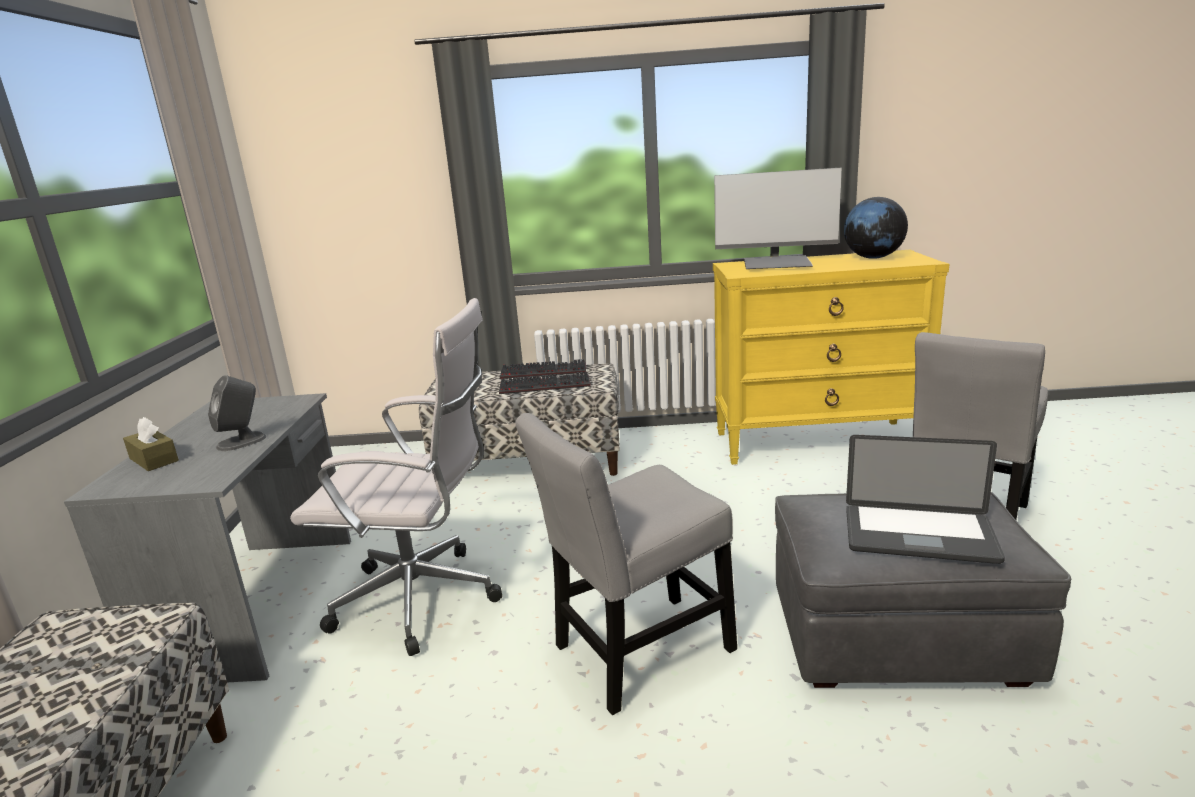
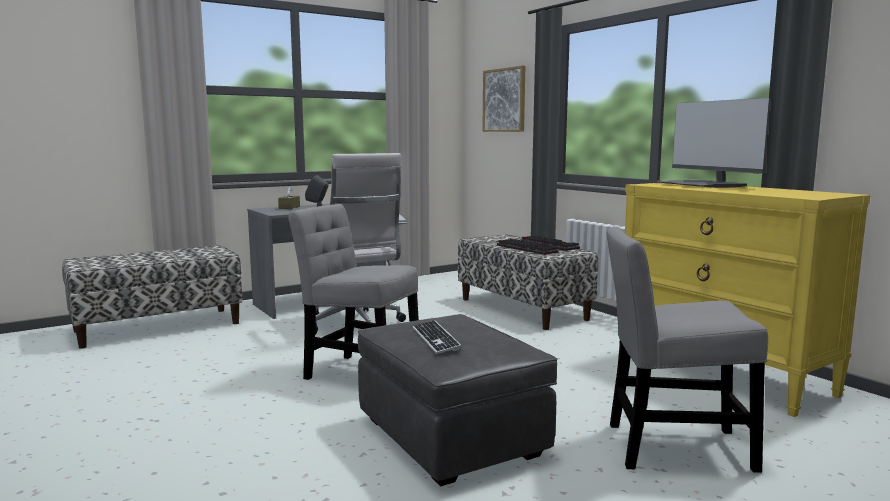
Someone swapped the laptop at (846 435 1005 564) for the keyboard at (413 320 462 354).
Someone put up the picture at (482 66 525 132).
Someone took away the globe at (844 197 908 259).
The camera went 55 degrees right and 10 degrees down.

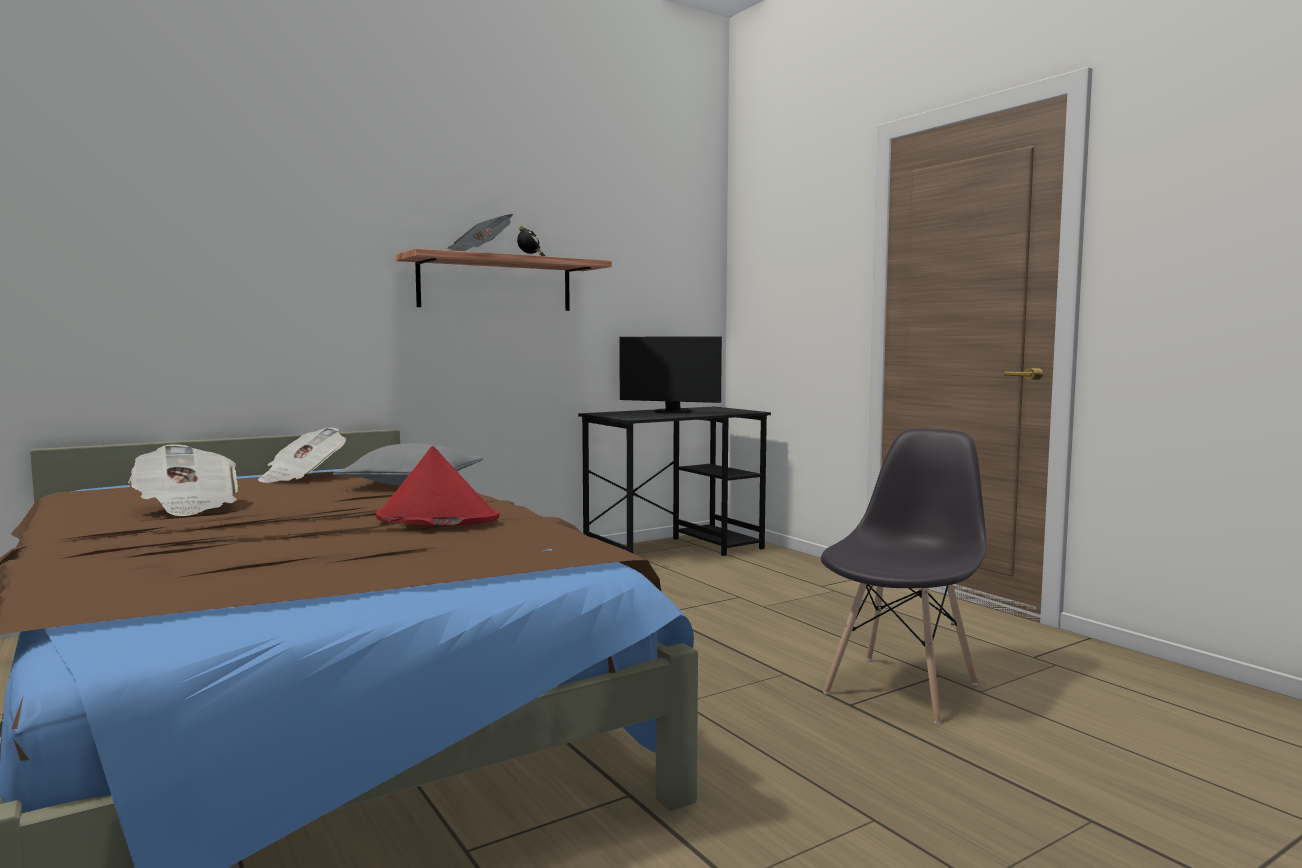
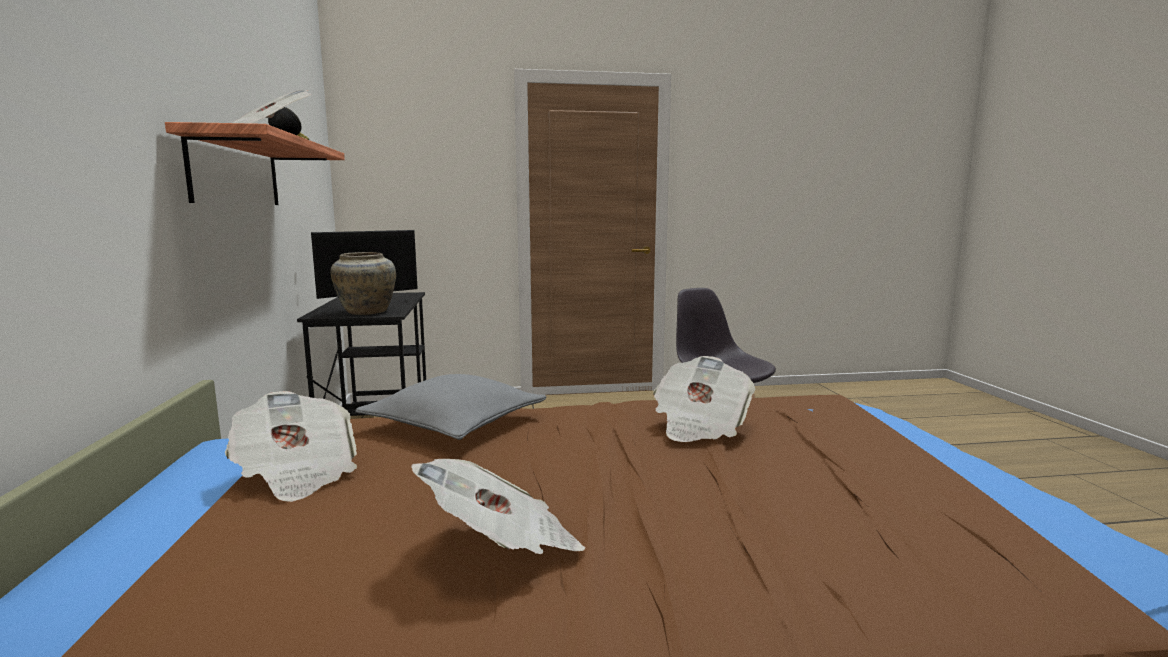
Someone put down the vase/beige at (330 252 396 315).
Someone swapped the hat/red at (376 446 500 526) for the newspaper at (653 356 756 442).
The camera went 65 degrees left and 5 degrees up.

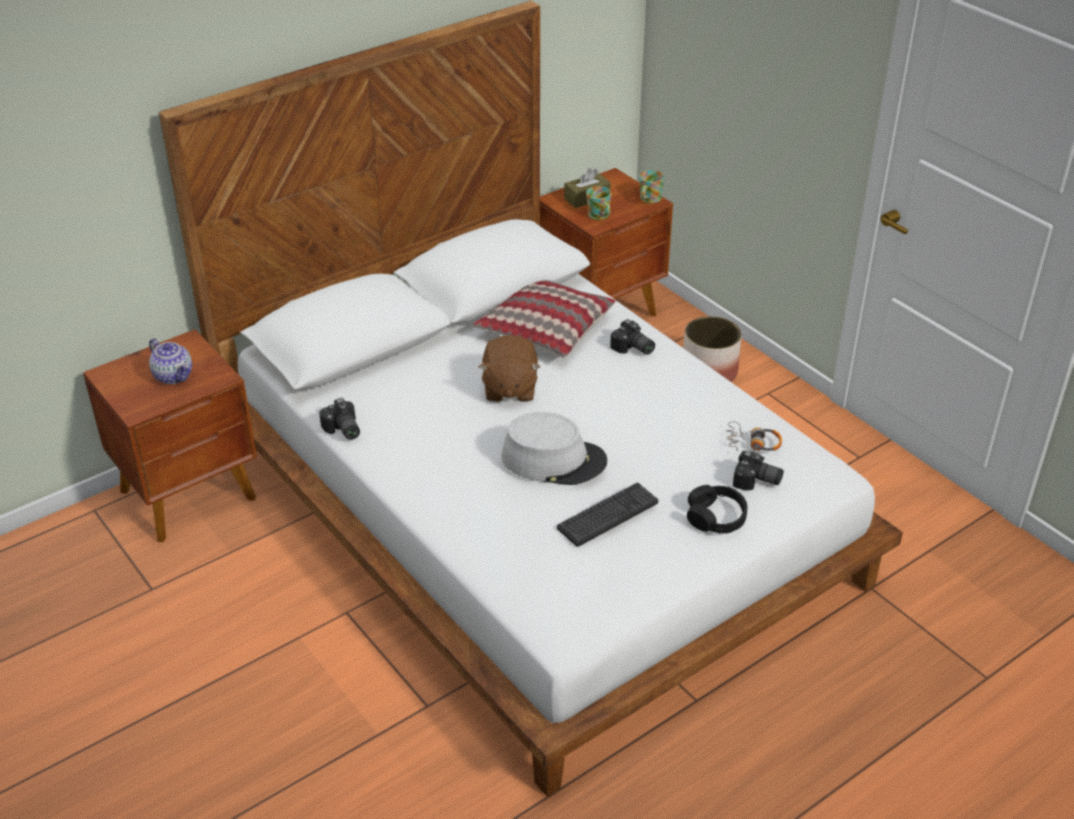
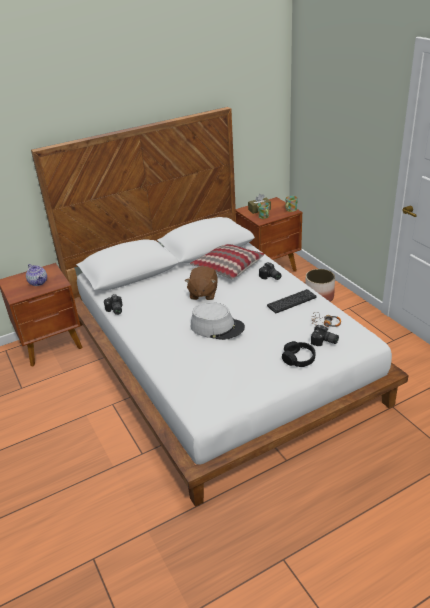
Someone carried the keyboard from (557 483 658 547) to (267 289 317 313).
The camera went 10 degrees right and 5 degrees down.

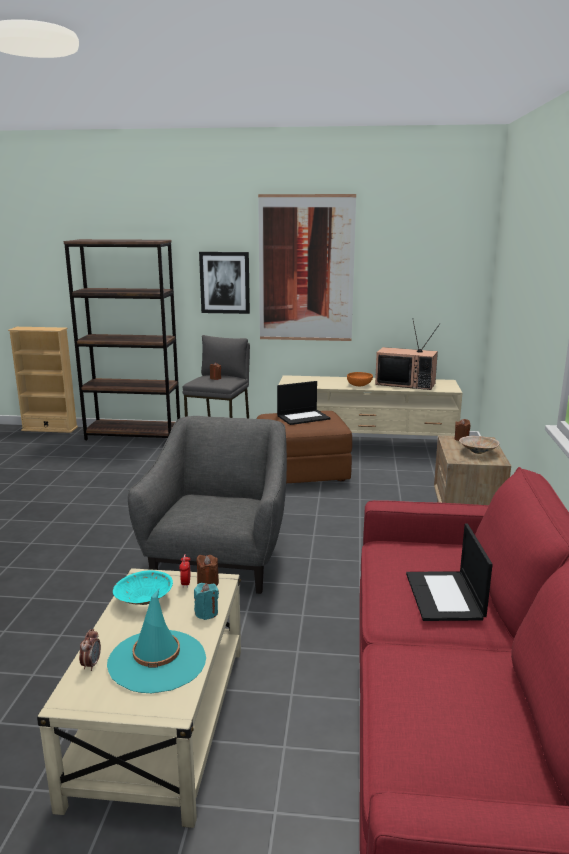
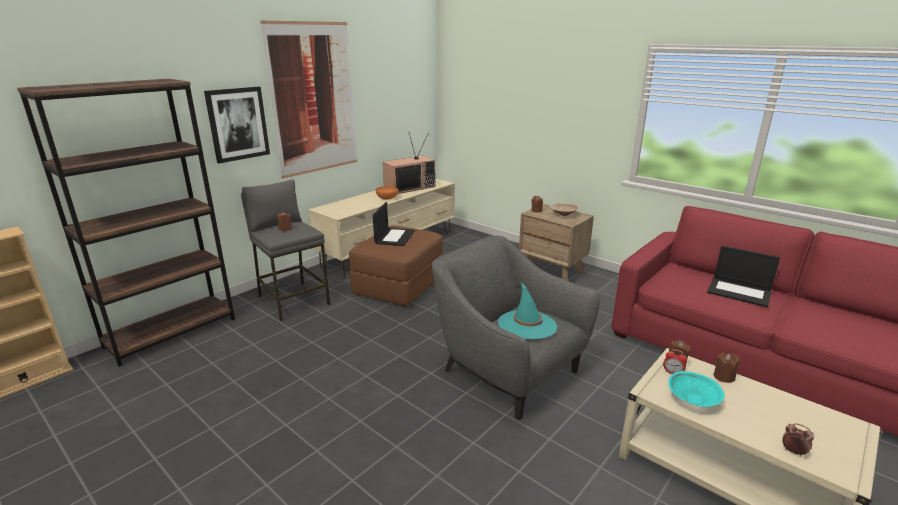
Someone carried the hat/turquoise from (107 589 206 693) to (498 283 557 340).
Someone repainted the candle/turquoise at (194 583 219 620), which became the candle/brown at (714 353 739 383).
The camera went 55 degrees left and 5 degrees up.

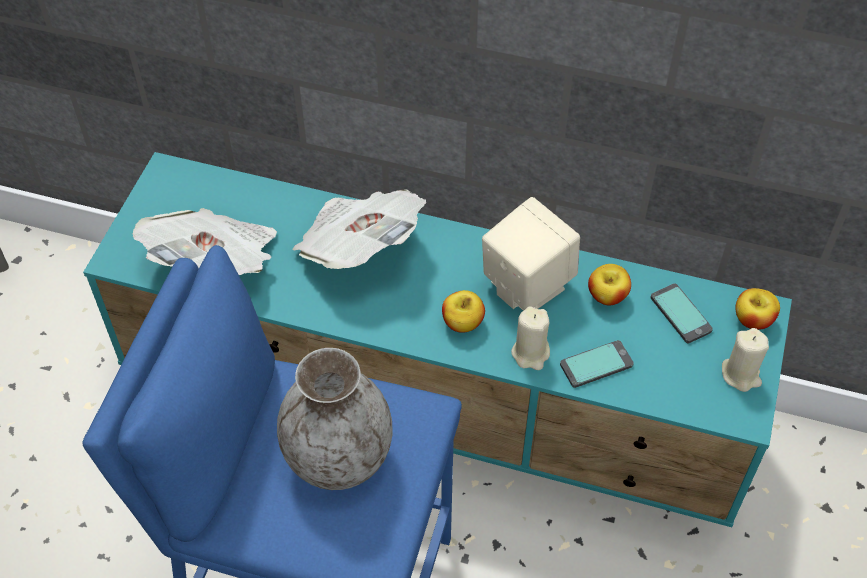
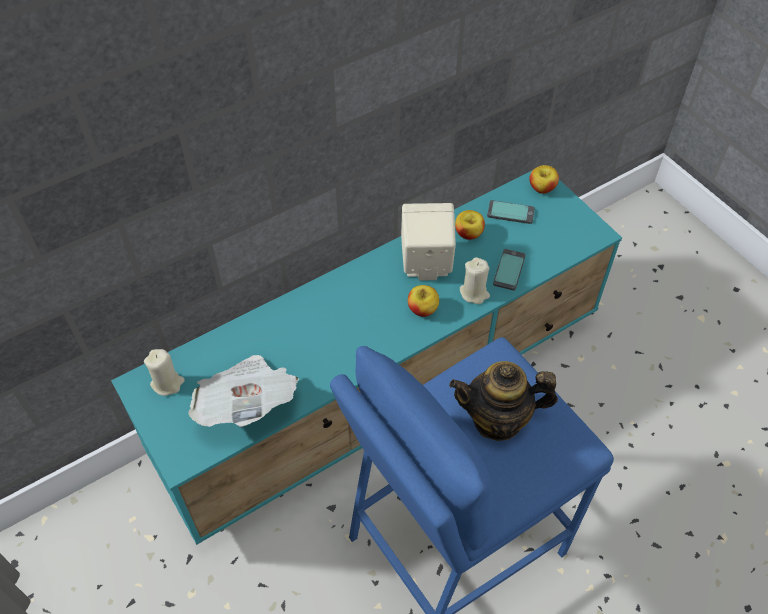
Someone carried the candle/beige from (722 328 769 392) to (144 349 185 396).
Someone swapped the vase/grey at (277 348 393 490) for the teapot at (449 361 558 441).
Someone took away the newspaper at (292 189 426 269).
The camera went 50 degrees left and 0 degrees up.

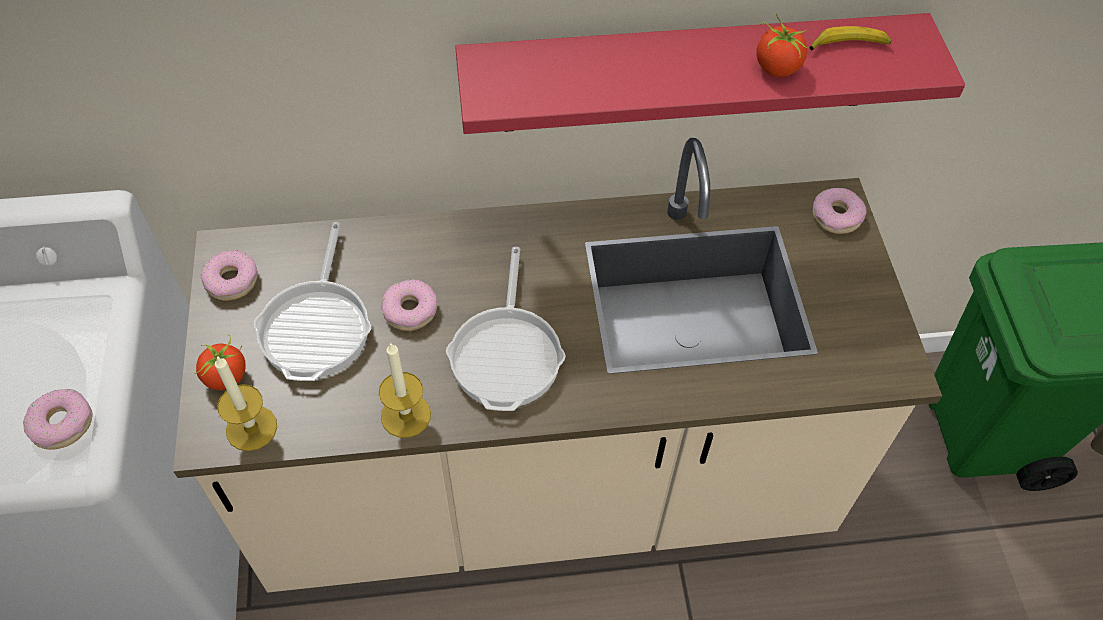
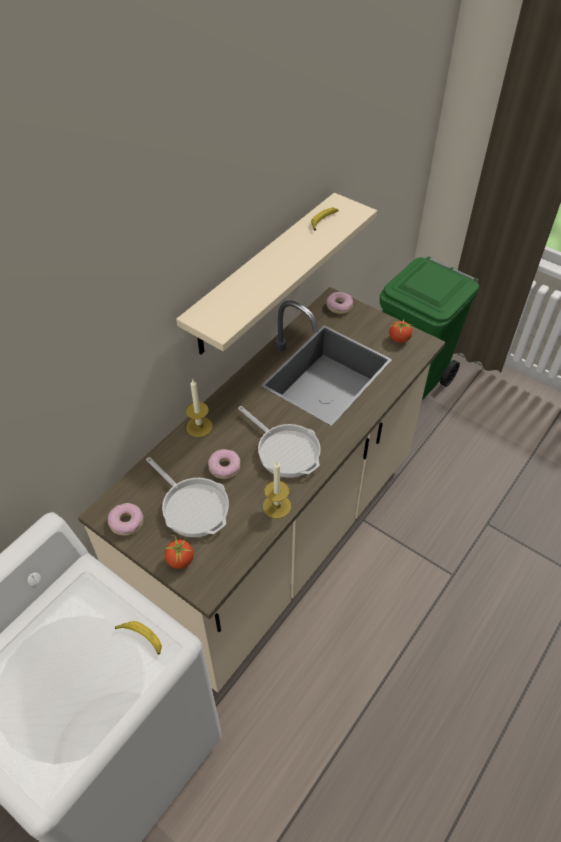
Someone swapped the donut at (23 389 92 450) for the banana at (115 621 162 655).
Someone repainted the shelf/red at (455 13 965 134), which became the shelf/beige at (176 193 377 354).
Someone carried the candle from (215 356 277 451) to (186 379 213 437).
Someone carried the tomato from (756 13 809 77) to (389 319 413 343).
The camera went 45 degrees left and 5 degrees down.

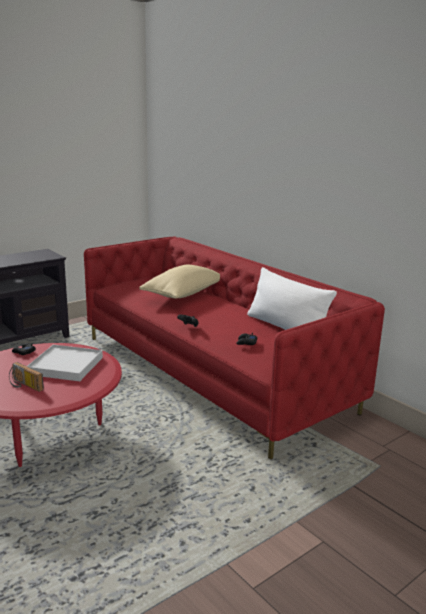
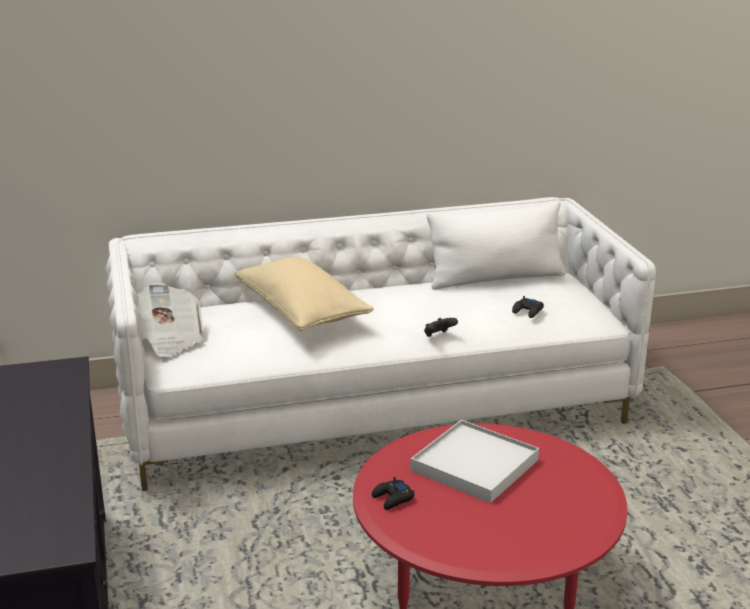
Someone repainted the sofa/red at (84 236 385 459), which became the sofa/white at (105 197 656 491).
Someone put down the newspaper at (137 283 203 357).
Someone took away the radio at (9 362 44 392).
The camera went 65 degrees left and 5 degrees up.

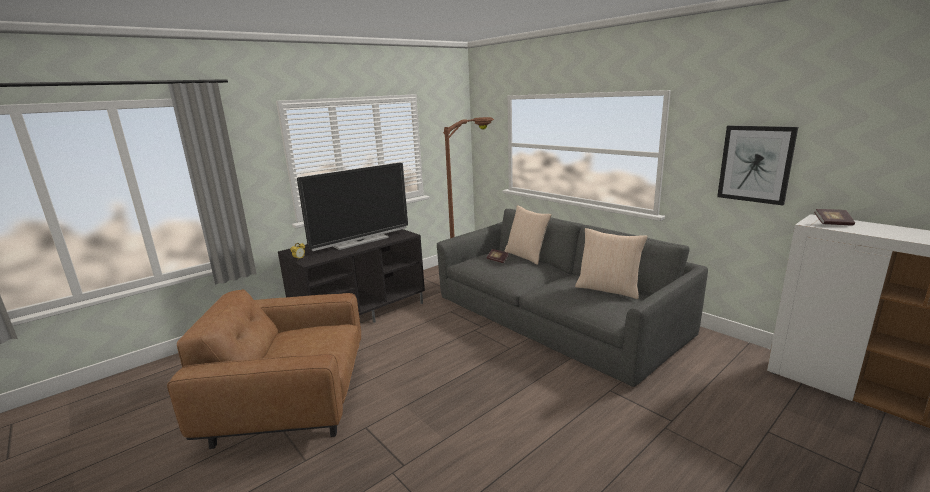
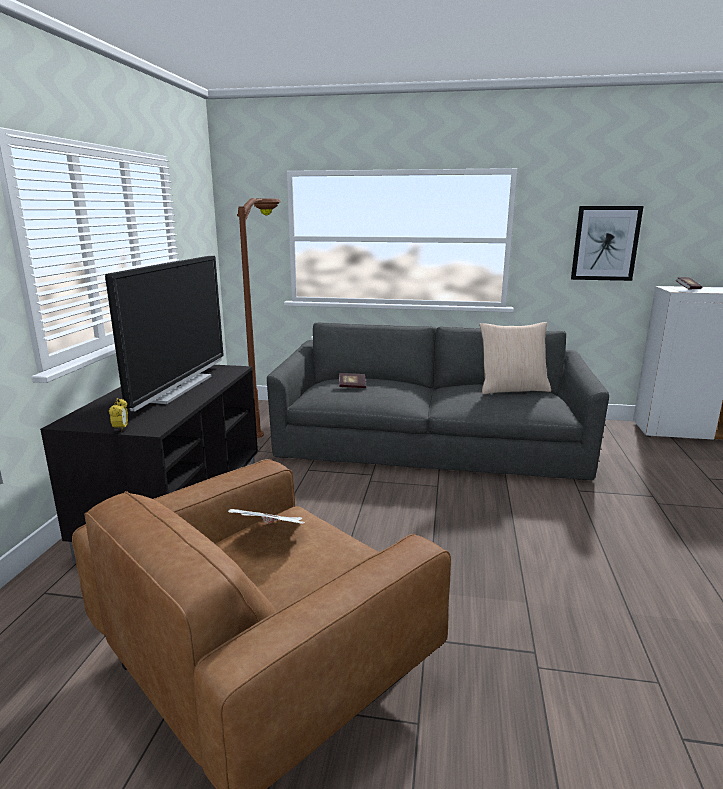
Someone put down the newspaper at (228 509 305 524).
Someone took away the pillow/beige at (504 205 552 265).
The camera went 40 degrees left and 0 degrees up.

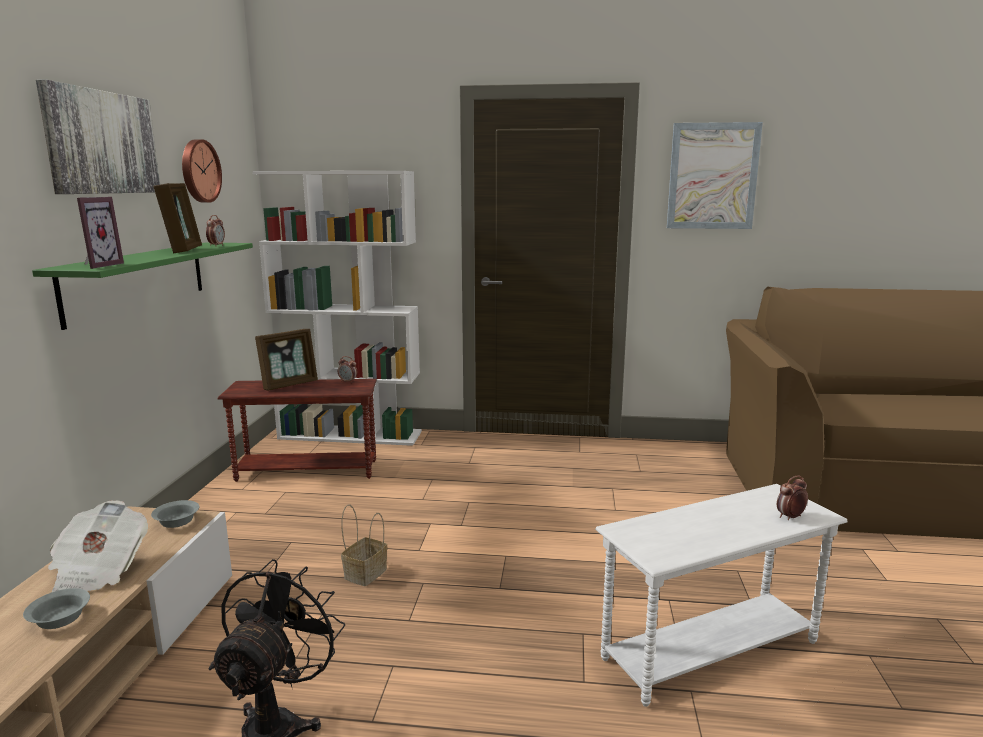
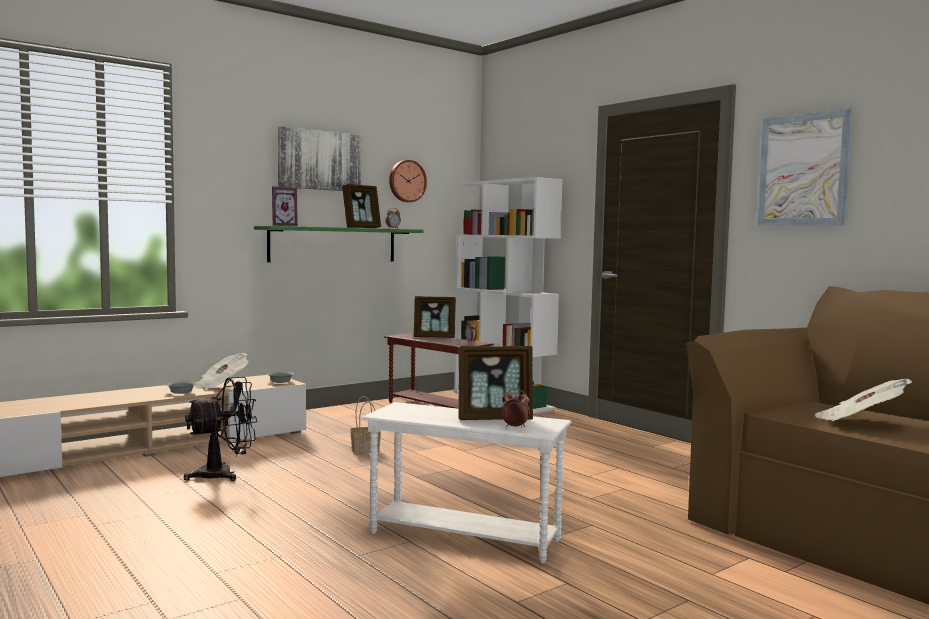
Someone put down the picture frame at (458 346 533 420).
Someone put down the newspaper at (814 379 912 421).
The camera went 45 degrees right and 10 degrees down.

